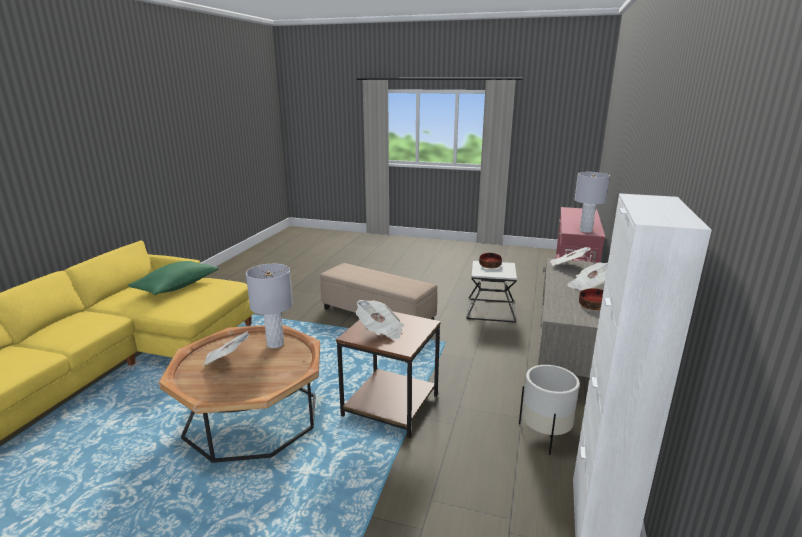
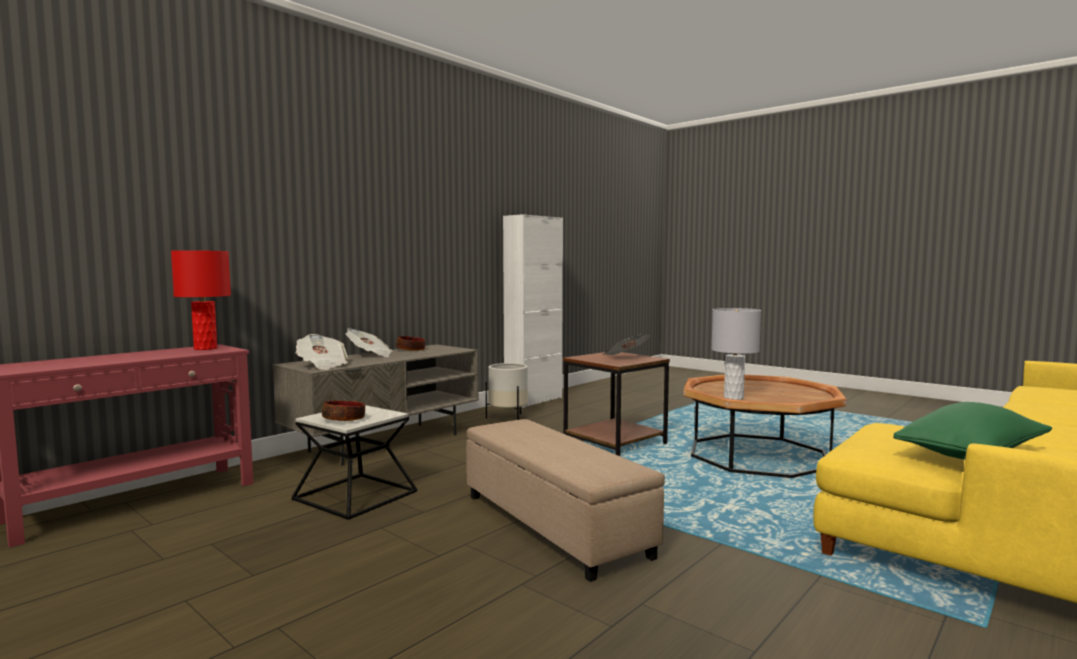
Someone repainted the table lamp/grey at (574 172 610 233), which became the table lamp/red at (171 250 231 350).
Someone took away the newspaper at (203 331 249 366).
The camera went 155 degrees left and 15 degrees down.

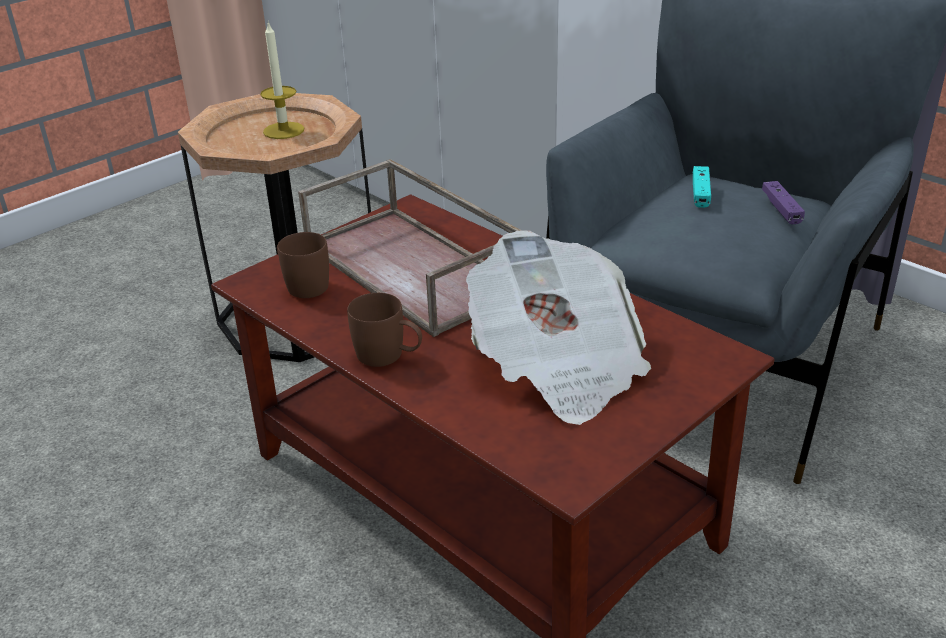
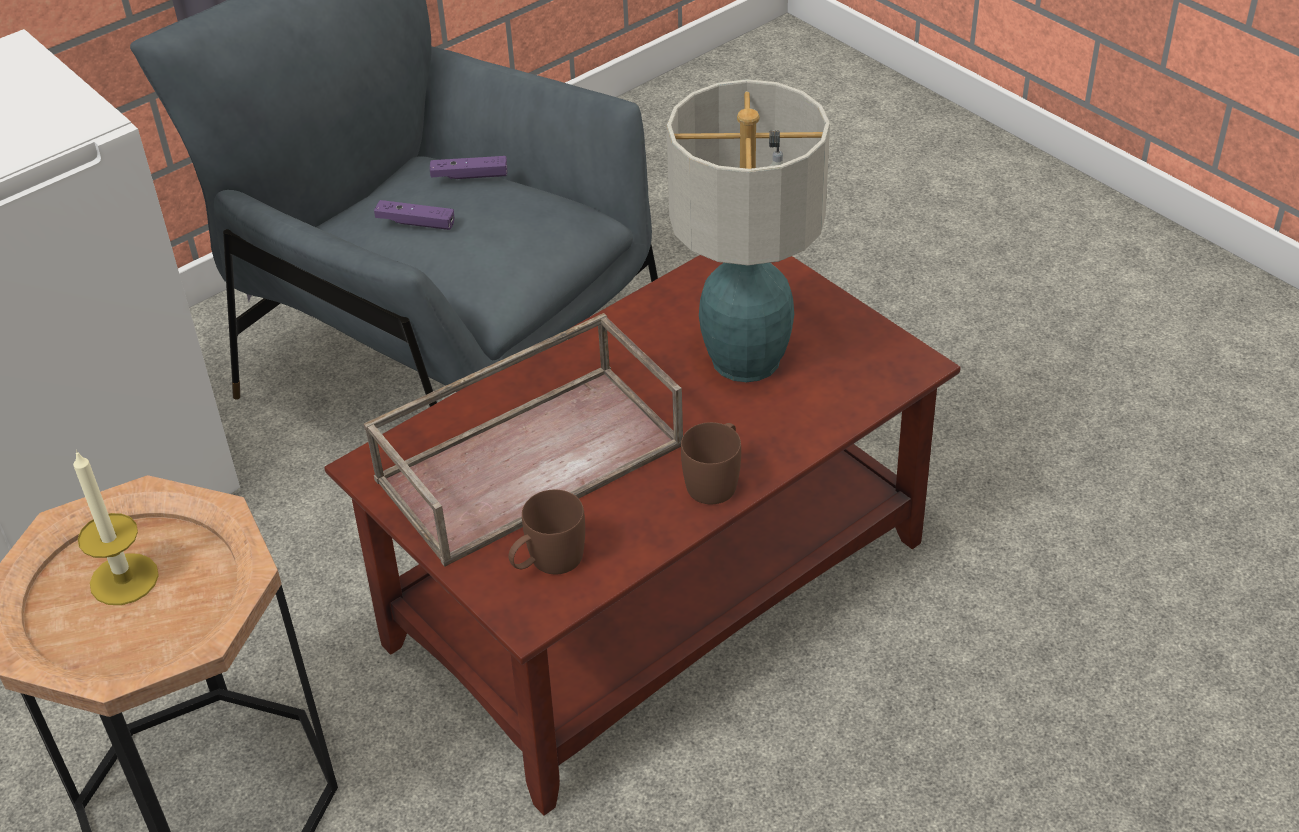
Someone repainted the game controller/turquoise at (693 166 711 208), which became the game controller/purple at (374 200 454 230).
Someone swapped the newspaper at (466 230 651 425) for the table lamp at (667 79 830 382).
The camera went 85 degrees left and 10 degrees up.

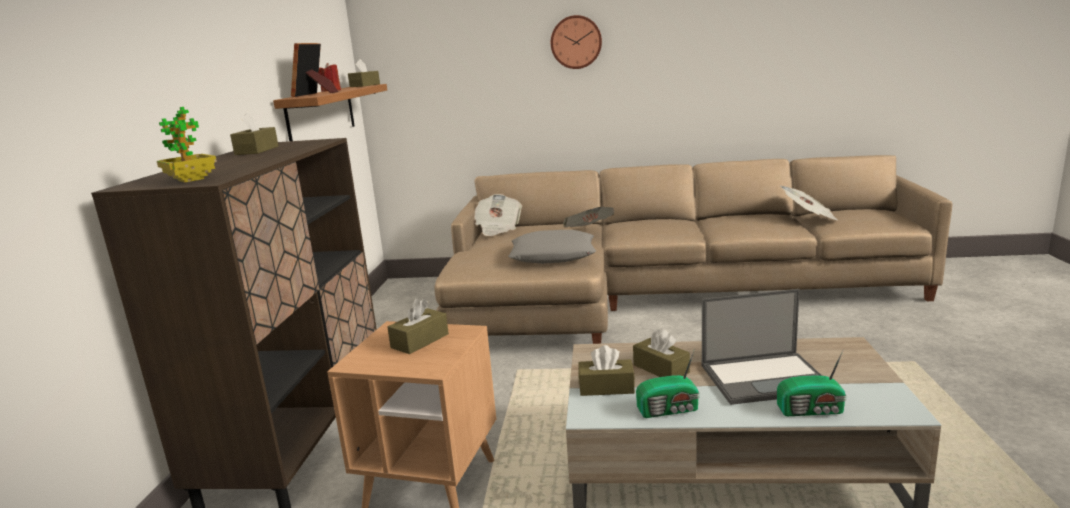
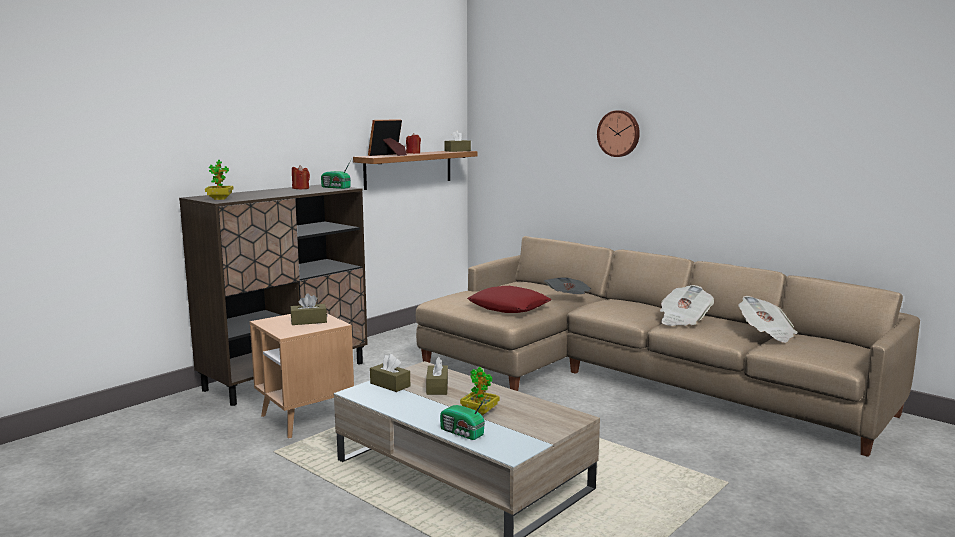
Someone swapped the tissue box/brown at (230 111 278 155) for the candle/red at (292 165 310 189).
Someone carried the radio from (636 348 700 418) to (321 159 352 189).
Someone swapped the laptop at (702 289 822 405) for the potted plant at (460 367 499 415).
Someone repainted the pillow/grey at (508 230 596 264), which became the pillow/red at (467 286 552 313).
Someone carried the newspaper from (474 194 522 236) to (659 285 714 326).
The camera went 35 degrees right and 5 degrees down.

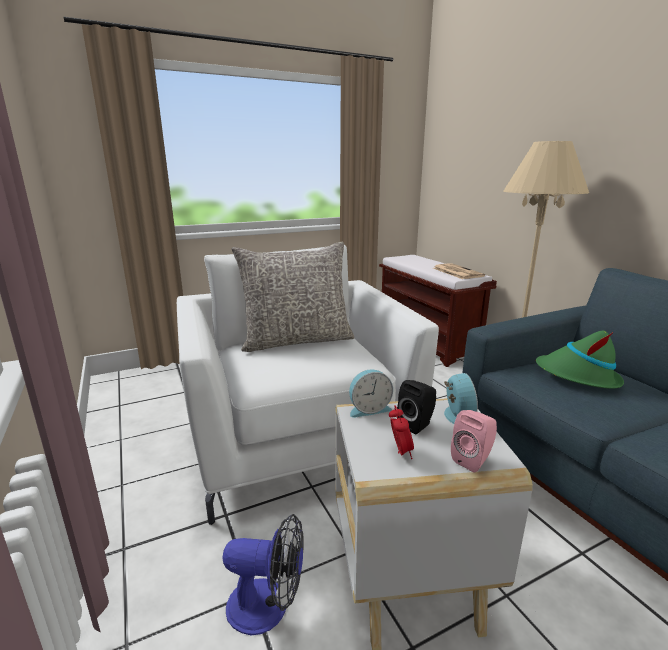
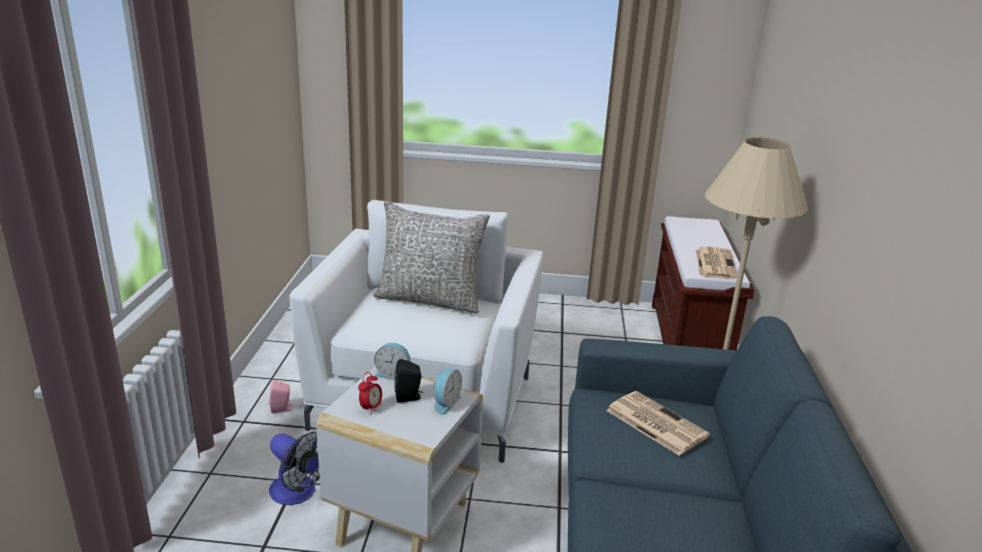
Someone carried the speaker/pink from (451 410 497 472) to (269 380 293 414).
Someone swapped the hat/green at (536 331 624 389) for the newspaper at (606 391 710 456).
The camera went 30 degrees right and 5 degrees up.

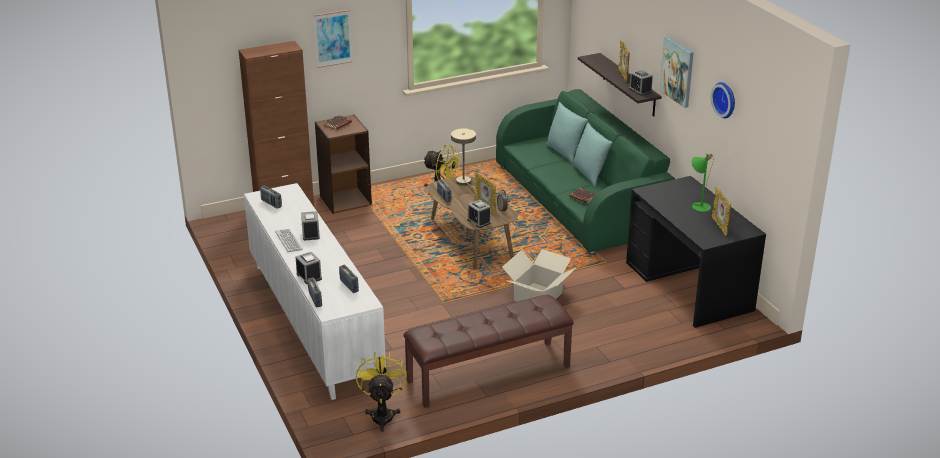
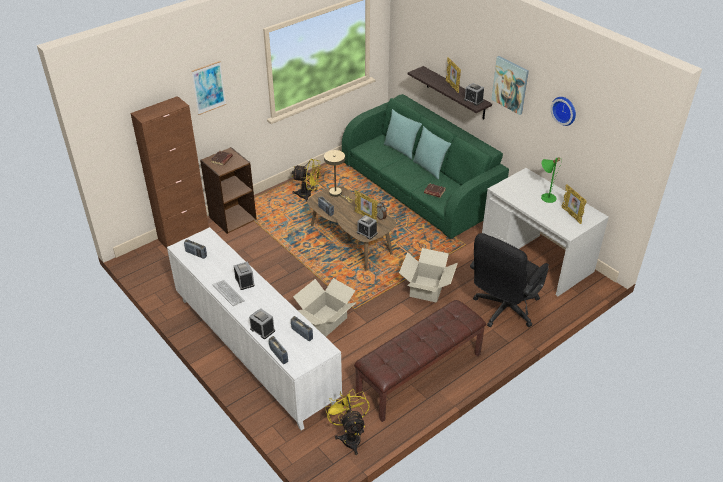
Someone put down the cardboard box at (293 278 357 337).
Someone put down the office chair/black at (470 233 549 327).
Someone repainted the desk/black at (626 176 766 328), which became the desk/white at (482 168 609 296).
The camera went 15 degrees left and 10 degrees up.

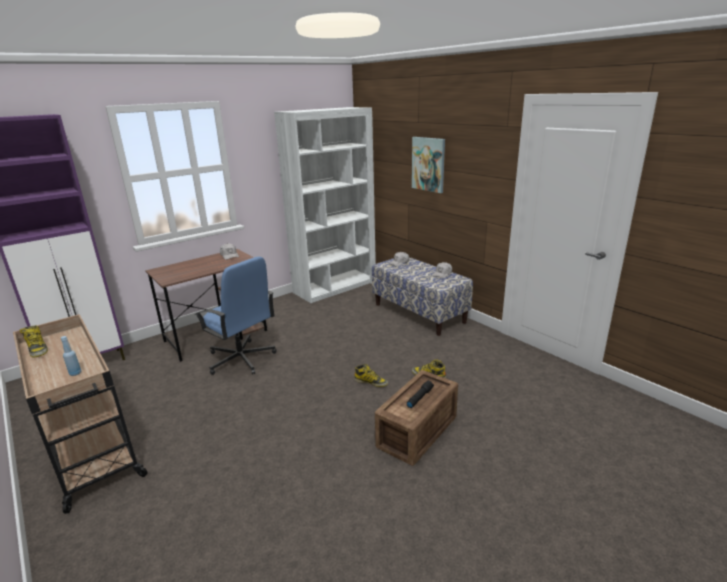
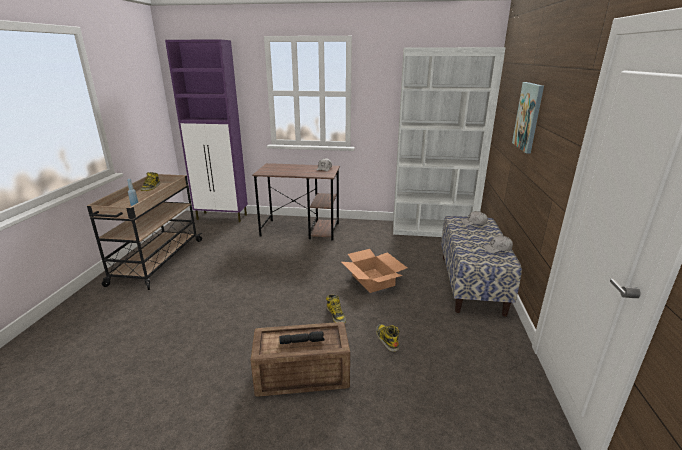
Someone put down the cardboard box at (341 249 407 293).
Someone took away the office chair/blue at (195 257 277 375).
The camera went 45 degrees right and 0 degrees up.

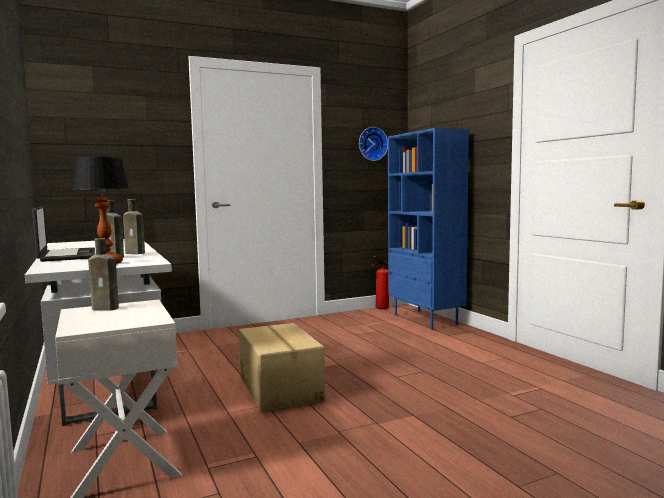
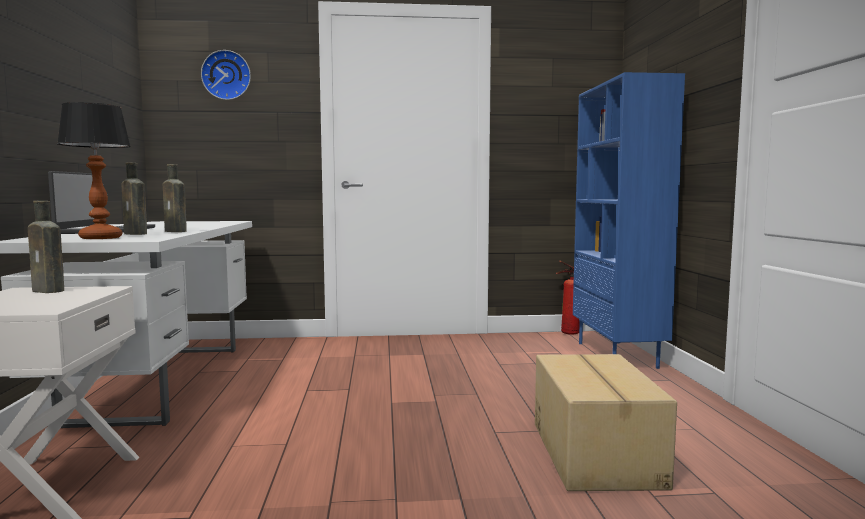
Someone carried the wall clock from (359 127 388 161) to (201 50 251 100).
Someone carried the cardboard box from (239 323 325 412) to (535 354 677 491).
The camera went 20 degrees right and 0 degrees up.

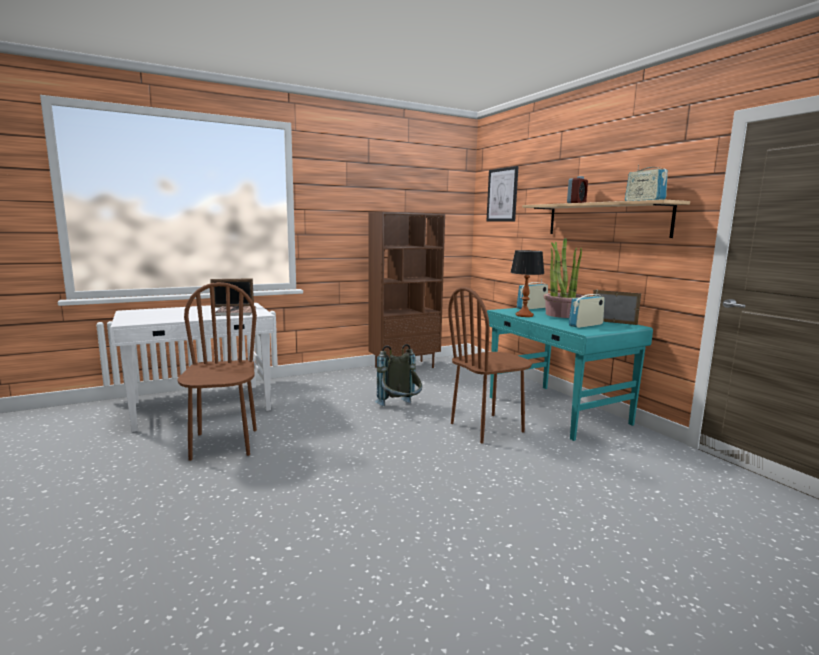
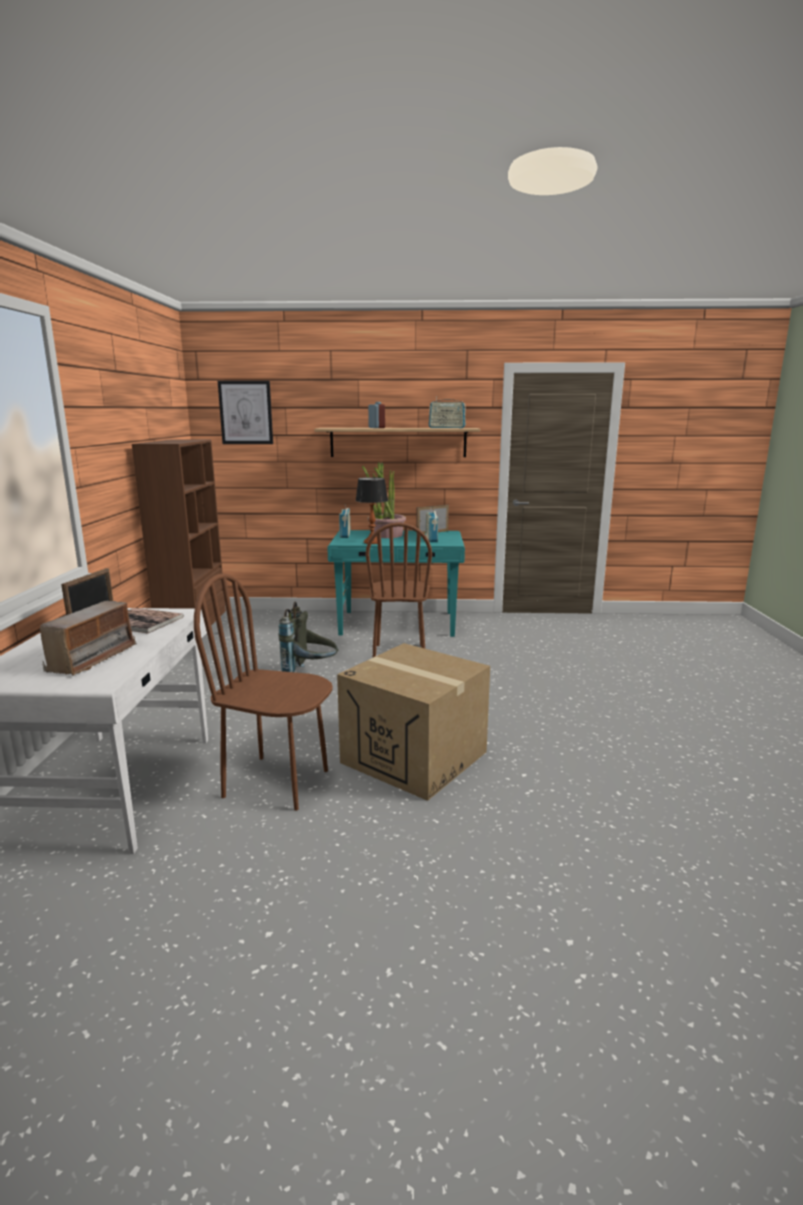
Someone put down the radio at (40 601 137 676).
Someone put down the cardboard box at (337 643 490 801).
The camera went 60 degrees left and 5 degrees up.

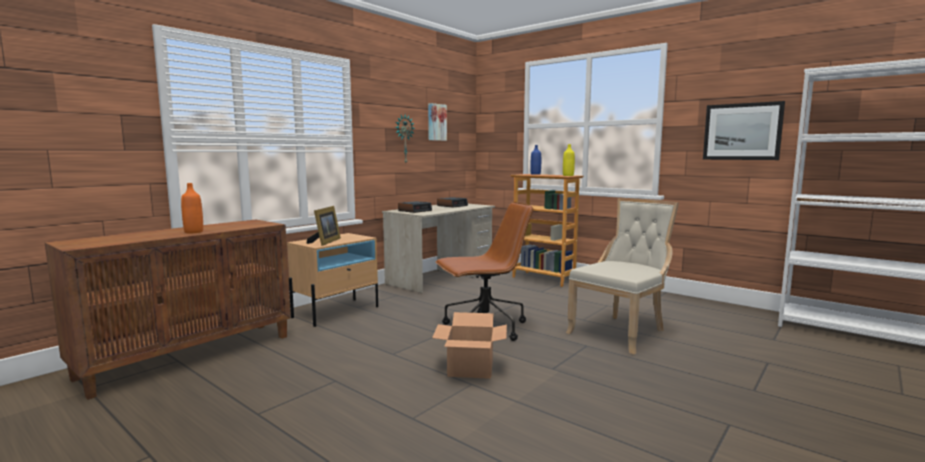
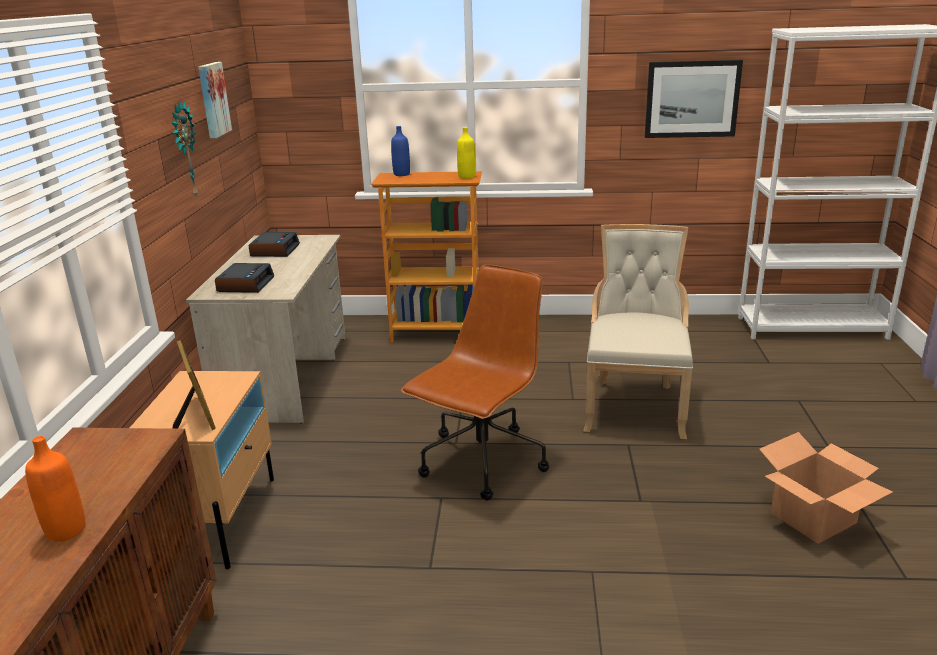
Someone carried the cardboard box from (432 312 507 379) to (759 432 893 544).
The camera went 35 degrees left and 15 degrees up.

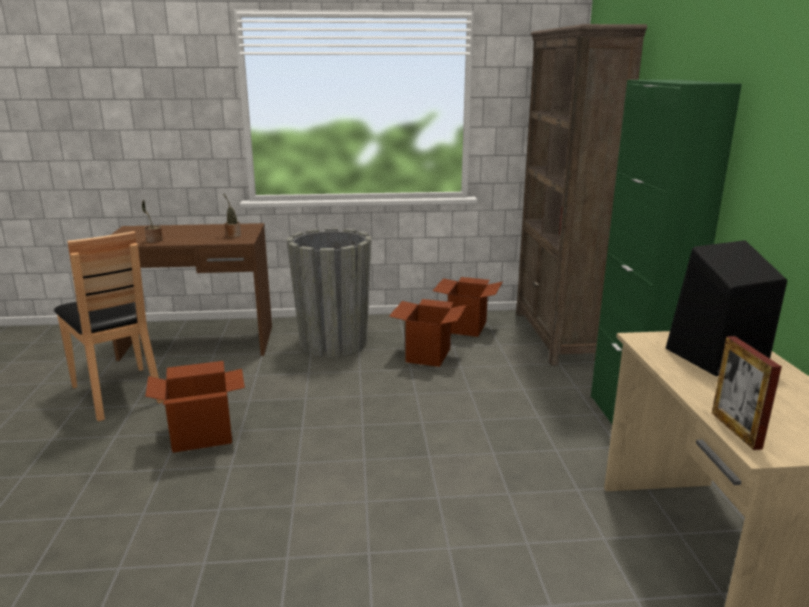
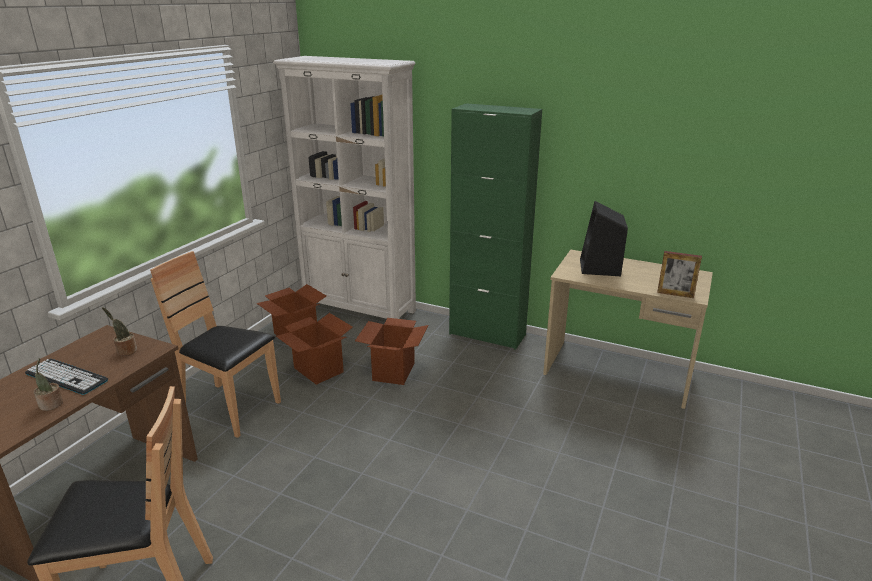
Someone put down the keyboard at (25 359 108 395).
Someone swapped the planter/grey at (287 228 372 357) for the chair/brown at (150 251 281 438).
Someone repainted the bookcase/brown at (516 24 647 366), which became the bookcase/white at (273 56 416 319).
Someone carried the cardboard box from (145 361 245 453) to (355 318 428 385).
The camera went 60 degrees left and 5 degrees up.

